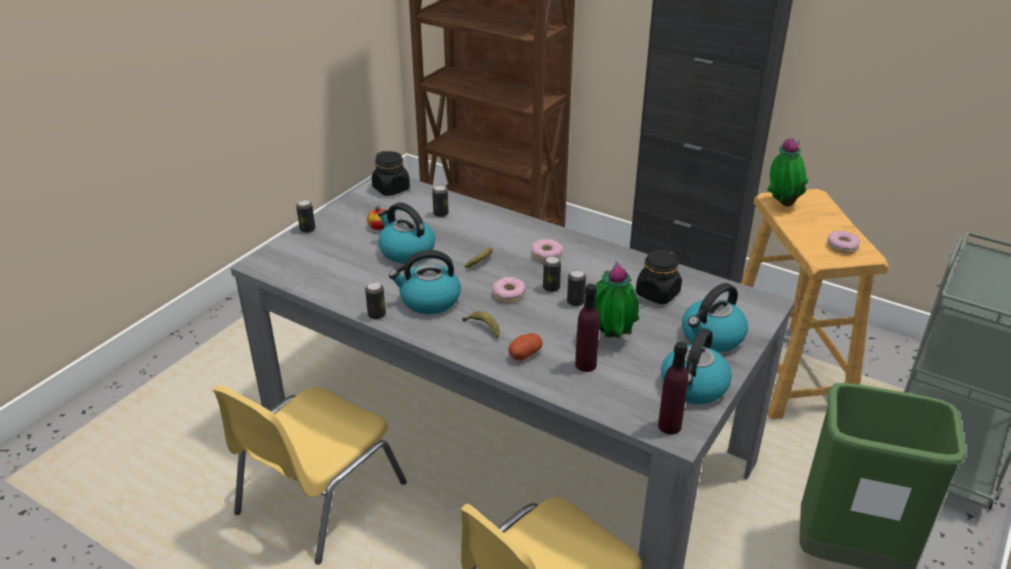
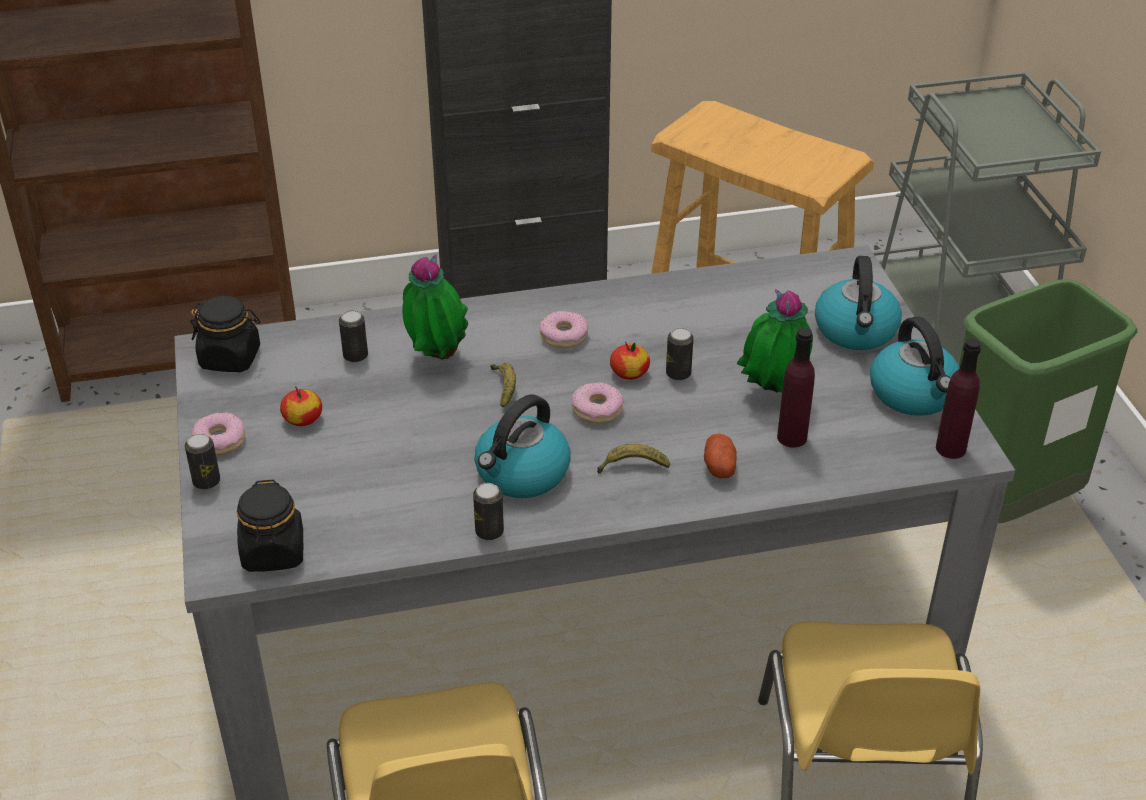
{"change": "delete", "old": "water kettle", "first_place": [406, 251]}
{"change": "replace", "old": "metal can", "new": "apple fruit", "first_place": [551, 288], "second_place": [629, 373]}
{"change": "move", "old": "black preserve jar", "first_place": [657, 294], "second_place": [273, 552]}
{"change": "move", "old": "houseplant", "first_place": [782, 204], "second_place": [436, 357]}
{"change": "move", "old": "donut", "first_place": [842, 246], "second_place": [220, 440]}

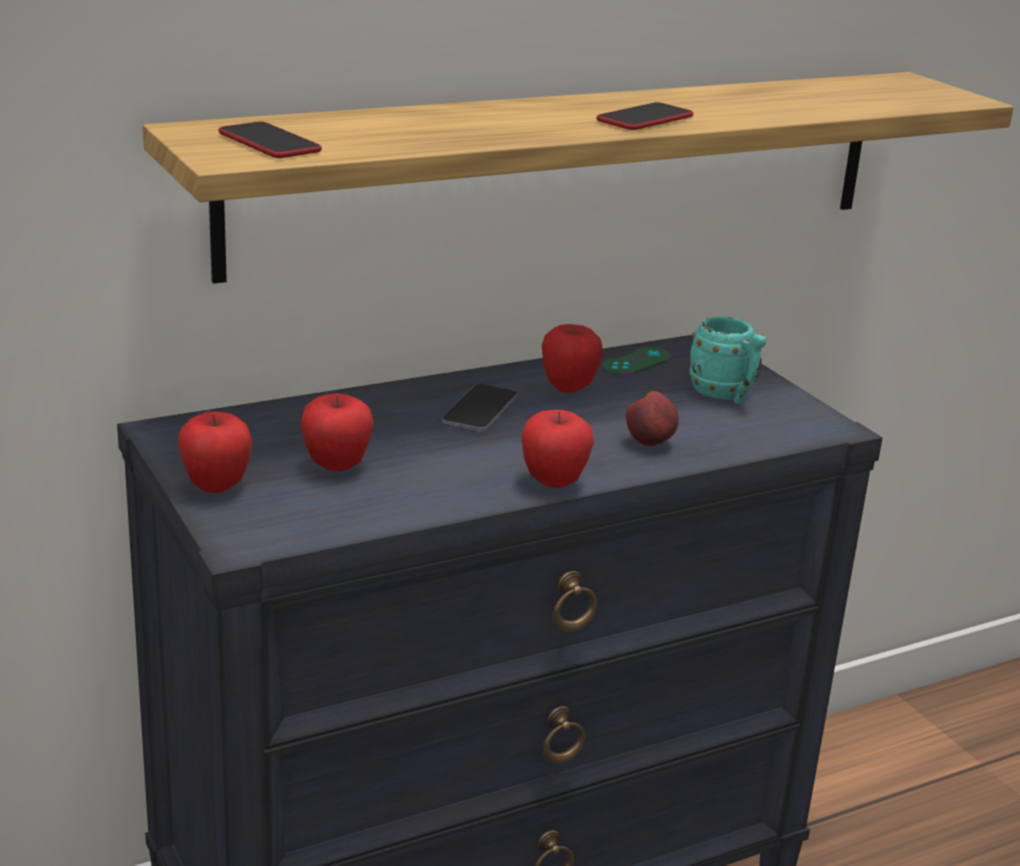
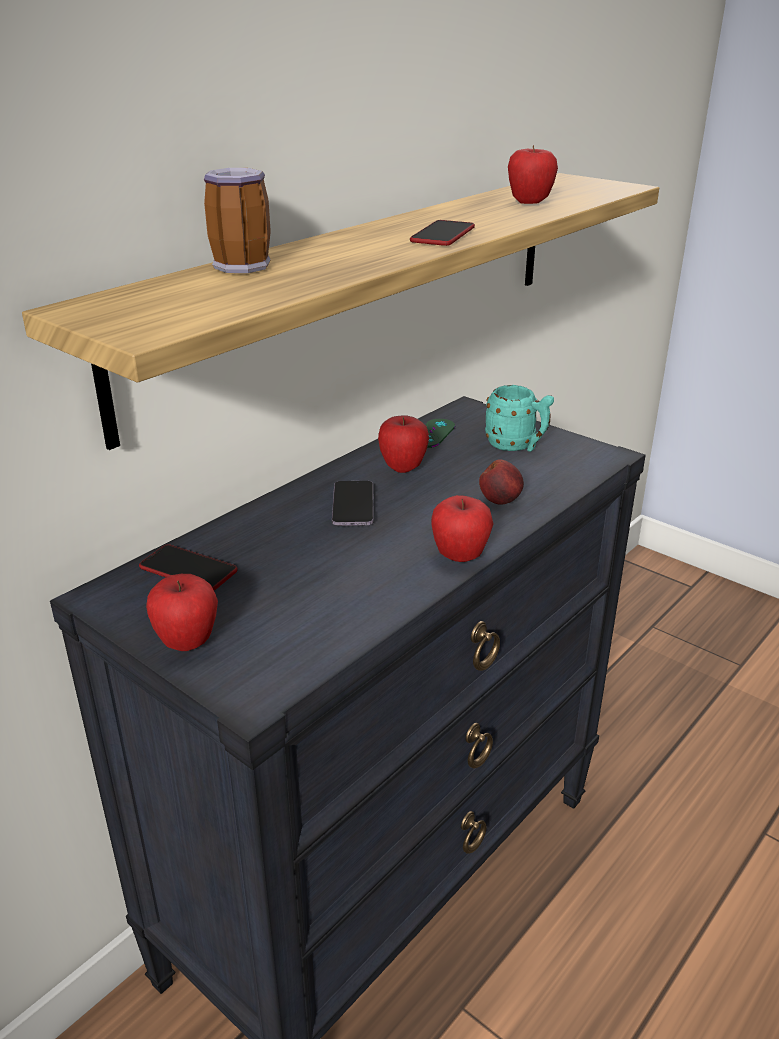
{"change": "move", "old": "telephone", "first_place": [269, 143], "second_place": [188, 569]}
{"change": "move", "old": "apple fruit", "first_place": [337, 466], "second_place": [529, 203]}
{"change": "insert", "new": "mug", "second_place": [238, 265]}

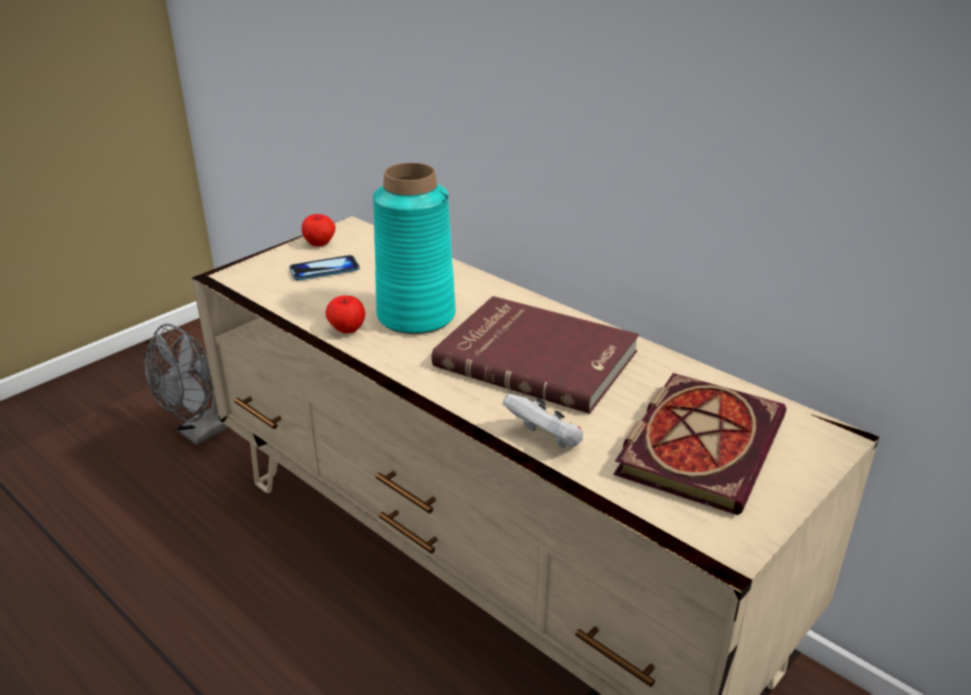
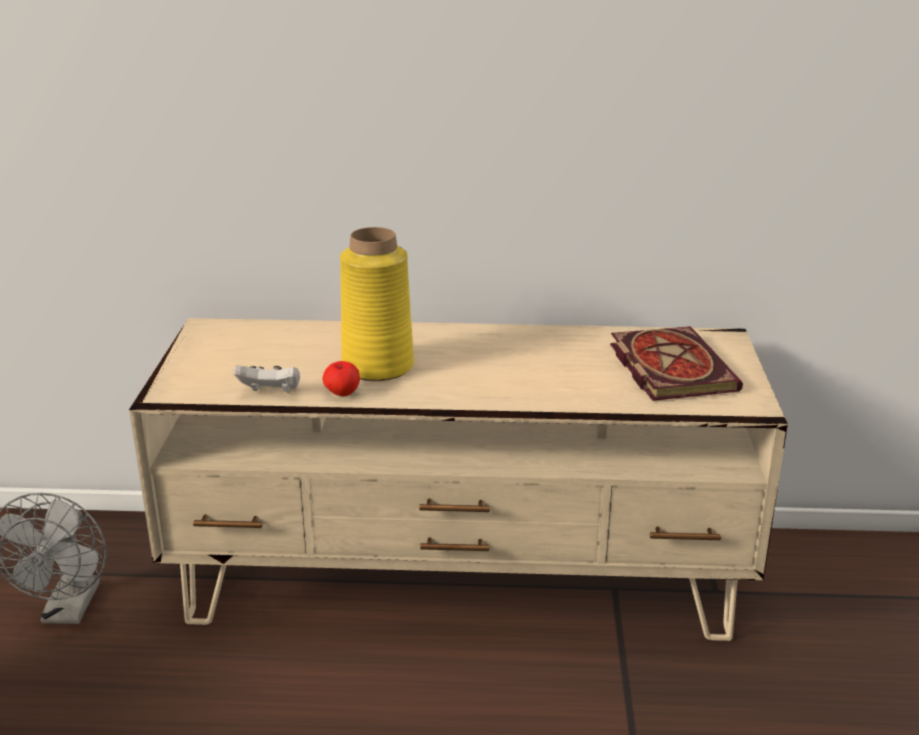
{"change": "delete", "old": "telephone", "first_place": [324, 269]}
{"change": "delete", "old": "apple fruit", "first_place": [319, 243]}
{"change": "recolor", "old": "turquoise-coloured decorative vase", "new": "yellow-coloured decorative vase", "first_place": [415, 316], "second_place": [377, 366]}
{"change": "delete", "old": "reddish volume", "first_place": [538, 357]}
{"change": "move", "old": "white-coloured gamepad", "first_place": [545, 440], "second_place": [270, 392]}

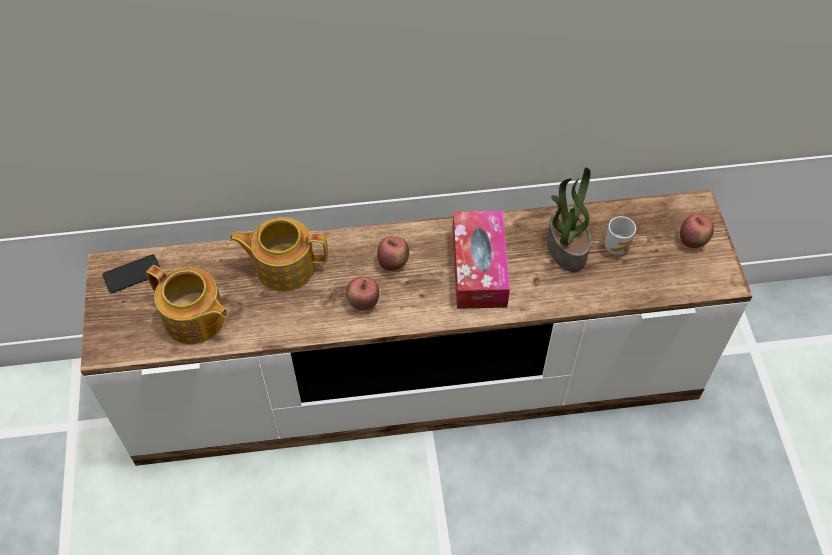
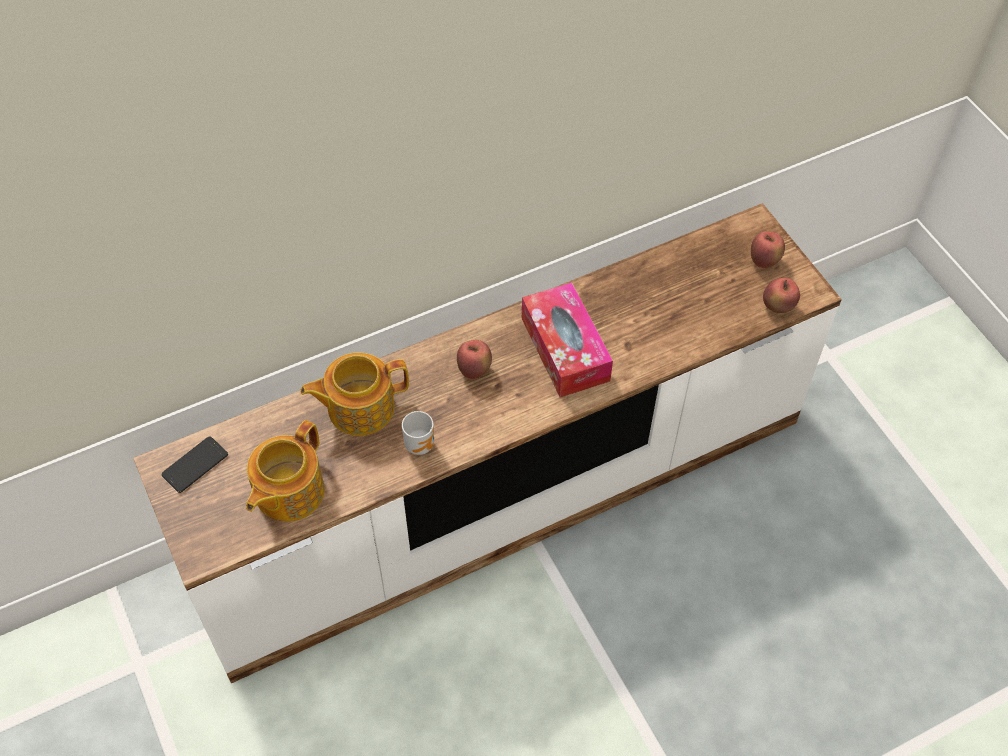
{"change": "rotate", "old": "tea pot", "first_place": [195, 319], "second_place": [287, 492], "degrees": 105}
{"change": "move", "old": "apple fruit", "first_place": [363, 303], "second_place": [778, 307]}
{"change": "delete", "old": "houseplant", "first_place": [565, 248]}
{"change": "move", "old": "mug", "first_place": [618, 247], "second_place": [421, 444]}

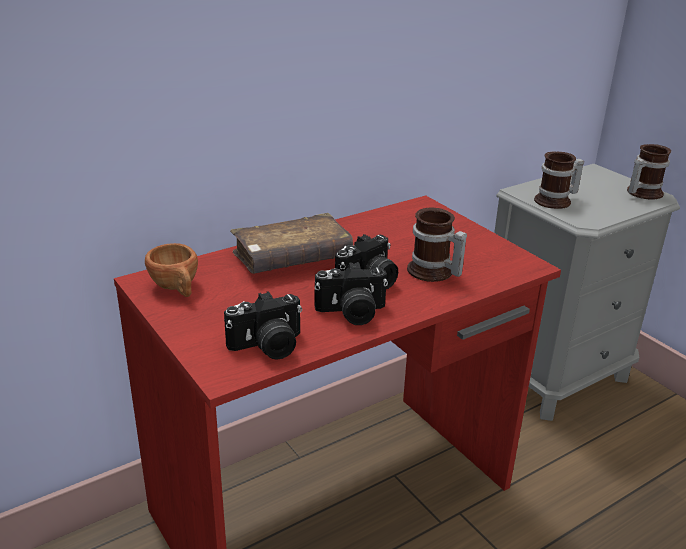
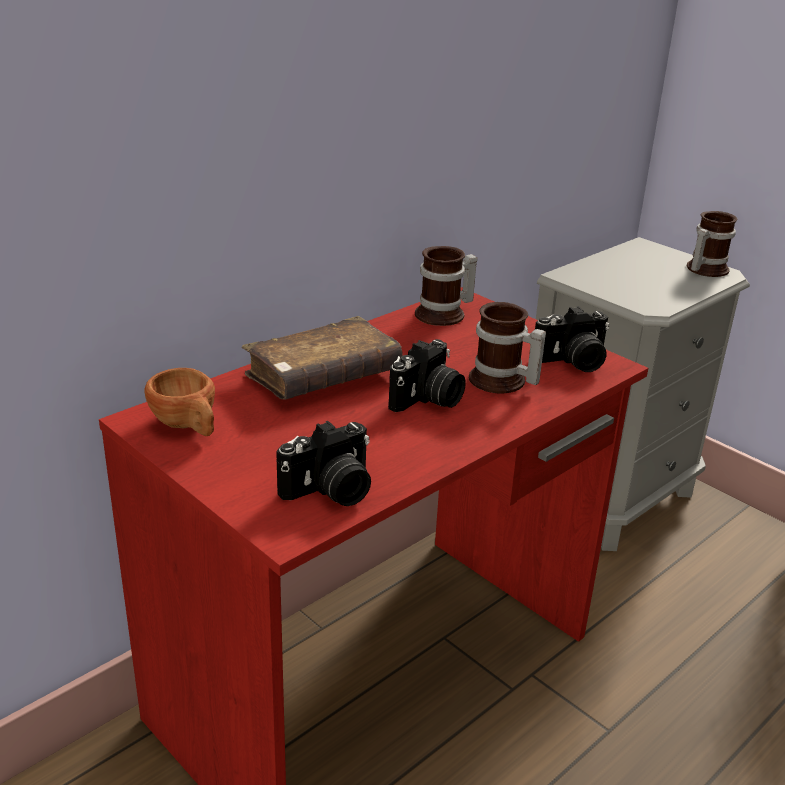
{"change": "move", "old": "still camera", "first_place": [351, 313], "second_place": [573, 362]}
{"change": "move", "old": "mug", "first_place": [556, 201], "second_place": [445, 315]}

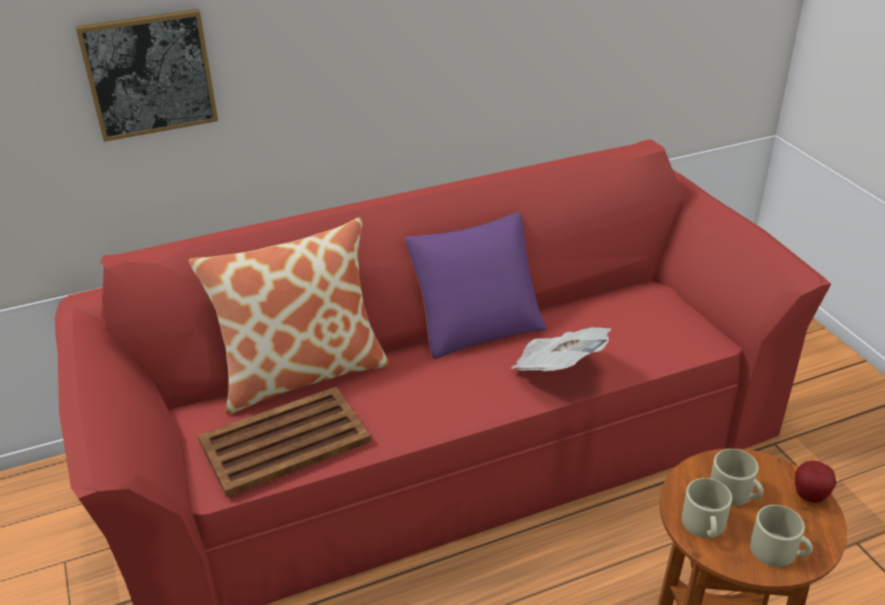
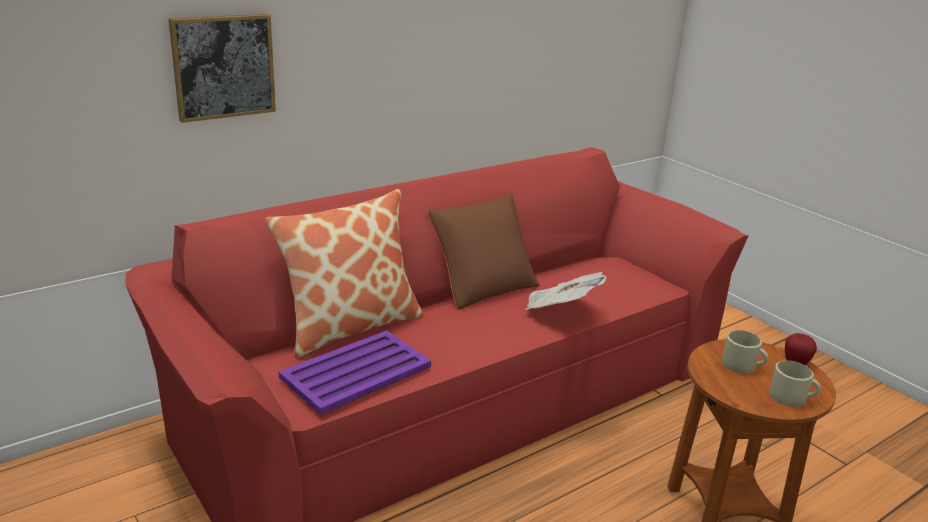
{"change": "recolor", "old": "brownish serving tray", "new": "purplish serving tray", "first_place": [283, 441], "second_place": [354, 372]}
{"change": "recolor", "old": "purplish cushion", "new": "brownish cushion", "first_place": [477, 324], "second_place": [483, 285]}
{"change": "delete", "old": "beige-coloured mug", "first_place": [704, 526]}

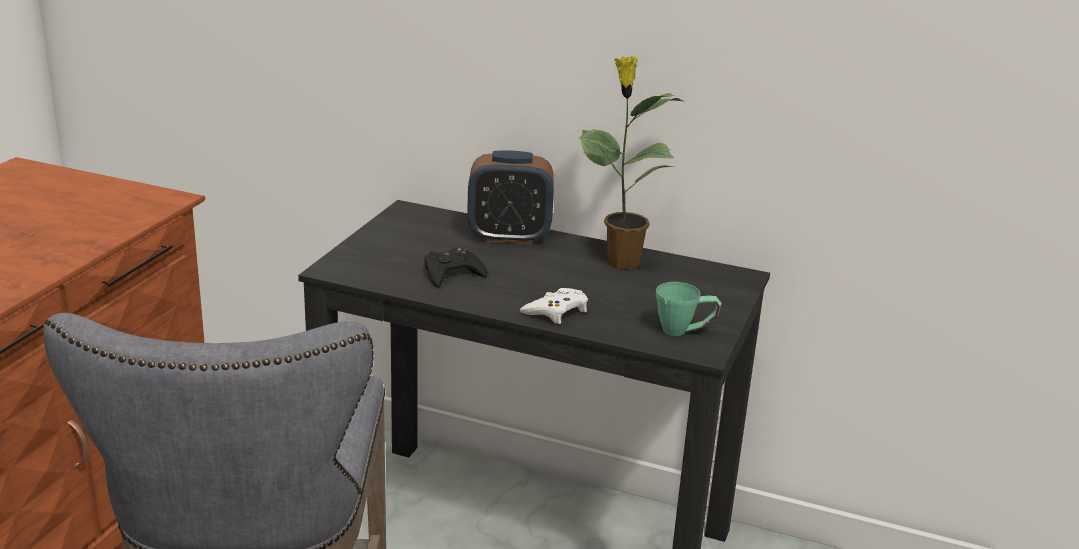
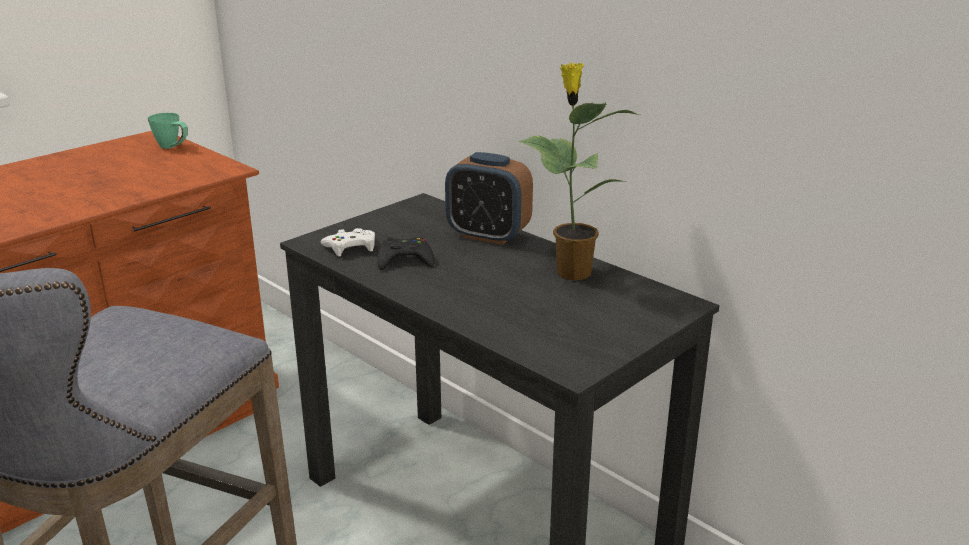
{"change": "move", "old": "white-coloured gamepad", "first_place": [556, 311], "second_place": [351, 247]}
{"change": "move", "old": "greenish mug", "first_place": [684, 332], "second_place": [173, 147]}

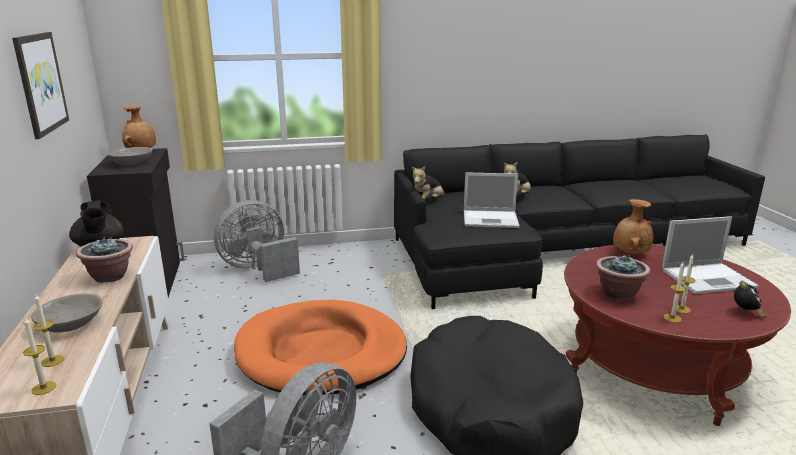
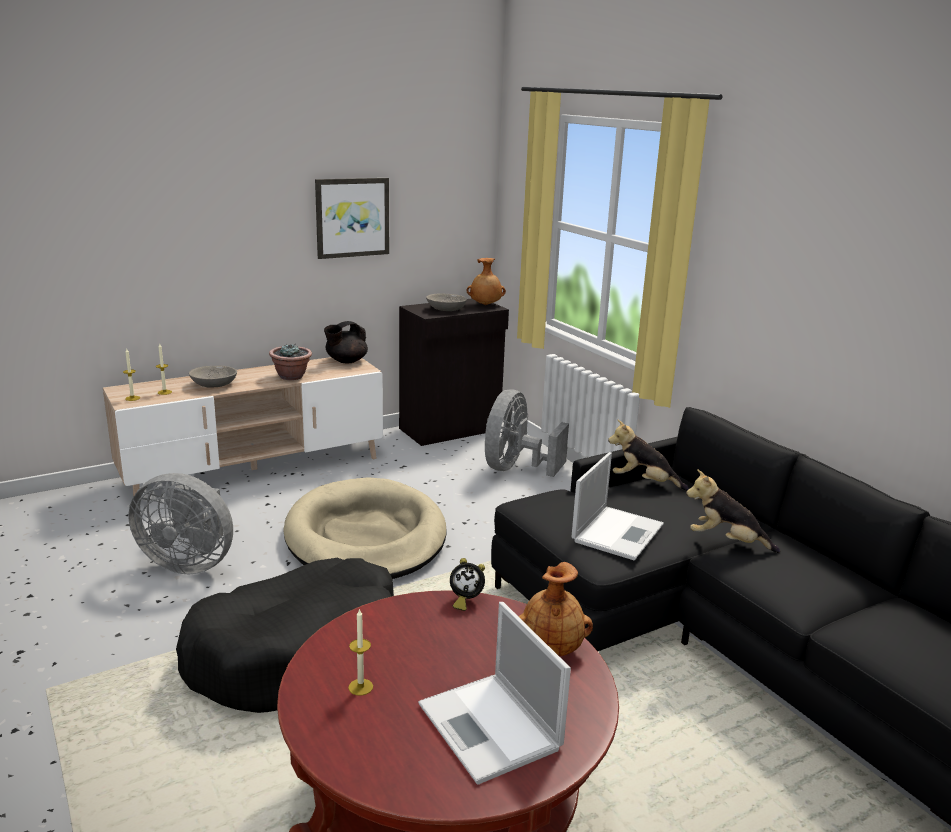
{"change": "rotate", "old": "greyish fan", "first_place": [258, 269], "second_place": [515, 468], "degrees": -105}
{"change": "recolor", "old": "orange dog bed", "new": "beige-coloured dog bed", "first_place": [321, 353], "second_place": [366, 537]}
{"change": "rotate", "old": "notebook computer", "first_place": [491, 219], "second_place": [618, 532], "degrees": -135}
{"change": "delete", "old": "houseplant", "first_place": [618, 294]}
{"change": "delete", "old": "wax light", "first_place": [672, 318]}
{"change": "move", "old": "bedside clock", "first_place": [746, 313], "second_place": [465, 600]}

